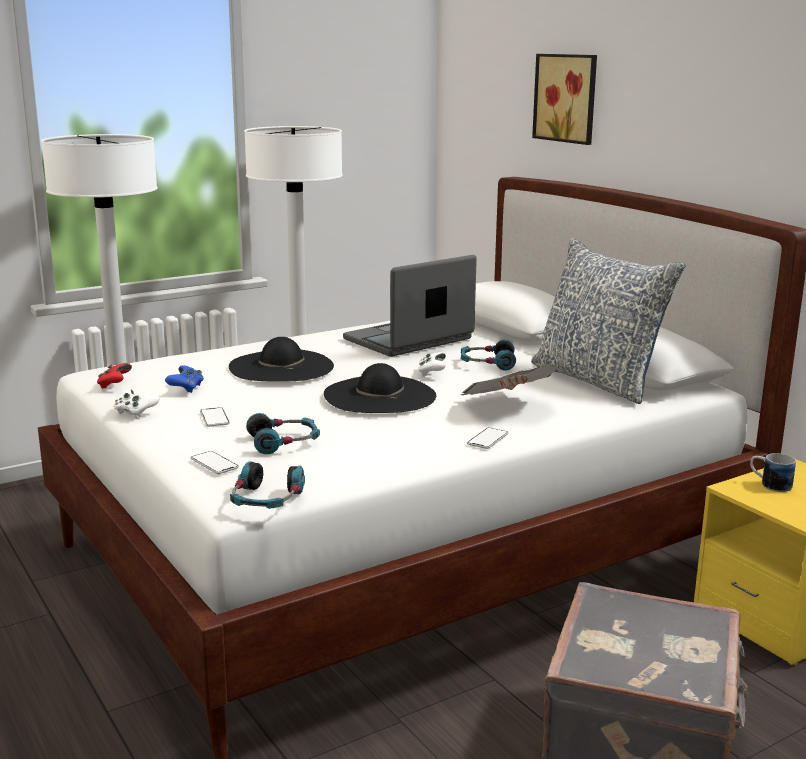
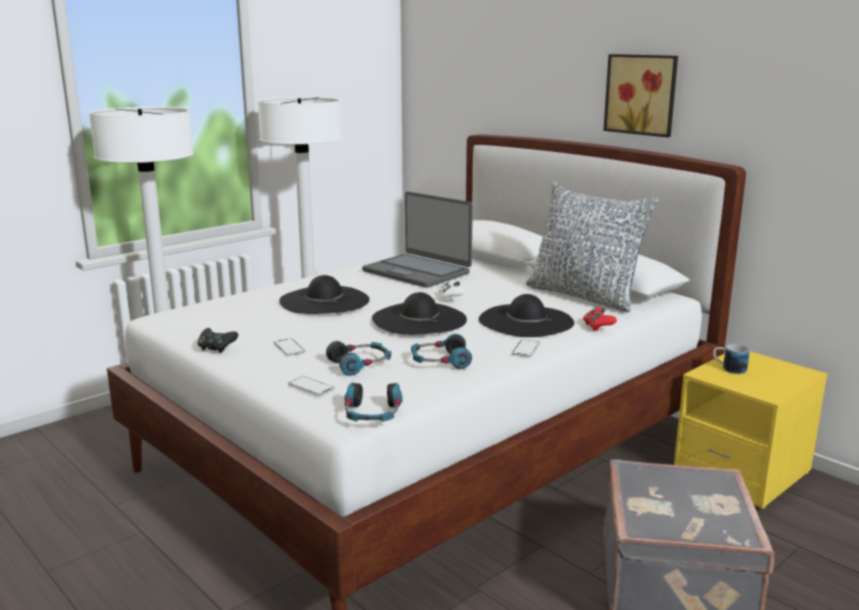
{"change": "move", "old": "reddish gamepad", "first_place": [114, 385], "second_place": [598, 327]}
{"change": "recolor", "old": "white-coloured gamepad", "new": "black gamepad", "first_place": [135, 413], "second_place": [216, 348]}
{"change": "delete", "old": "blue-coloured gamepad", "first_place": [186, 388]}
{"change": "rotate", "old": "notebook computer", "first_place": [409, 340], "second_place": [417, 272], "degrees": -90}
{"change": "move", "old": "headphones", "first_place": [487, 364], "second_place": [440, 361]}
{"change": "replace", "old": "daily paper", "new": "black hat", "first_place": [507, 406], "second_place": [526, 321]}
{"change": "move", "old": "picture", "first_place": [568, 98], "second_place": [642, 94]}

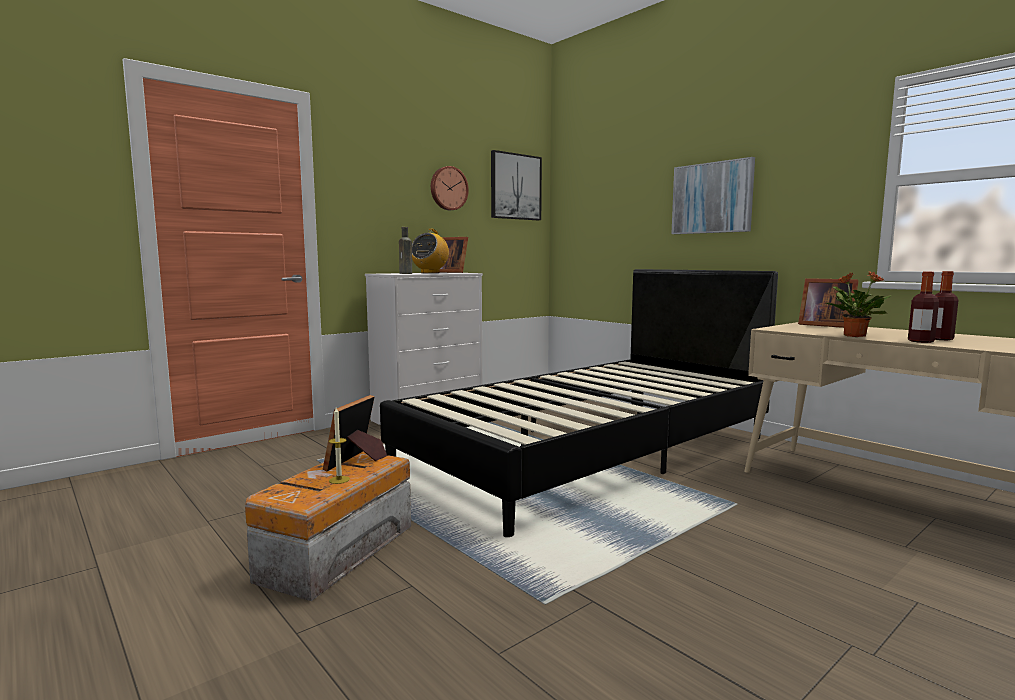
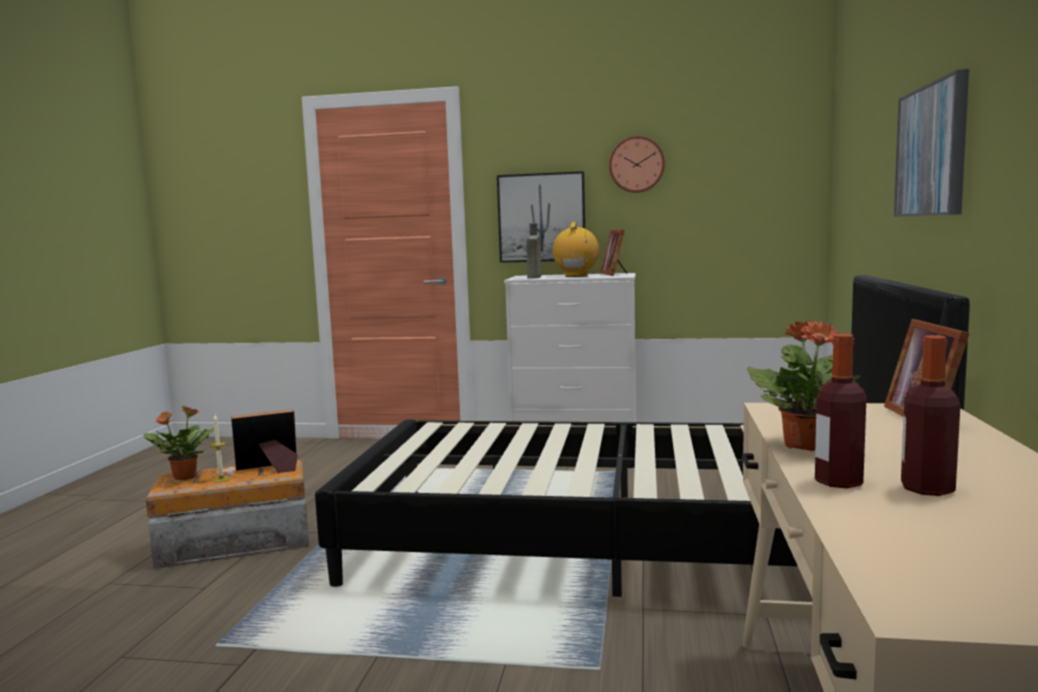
{"change": "rotate", "old": "radio", "first_place": [430, 273], "second_place": [576, 276], "degrees": 120}
{"change": "move", "old": "picture", "first_place": [515, 187], "second_place": [541, 217]}
{"change": "insert", "new": "houseplant", "second_place": [184, 477]}

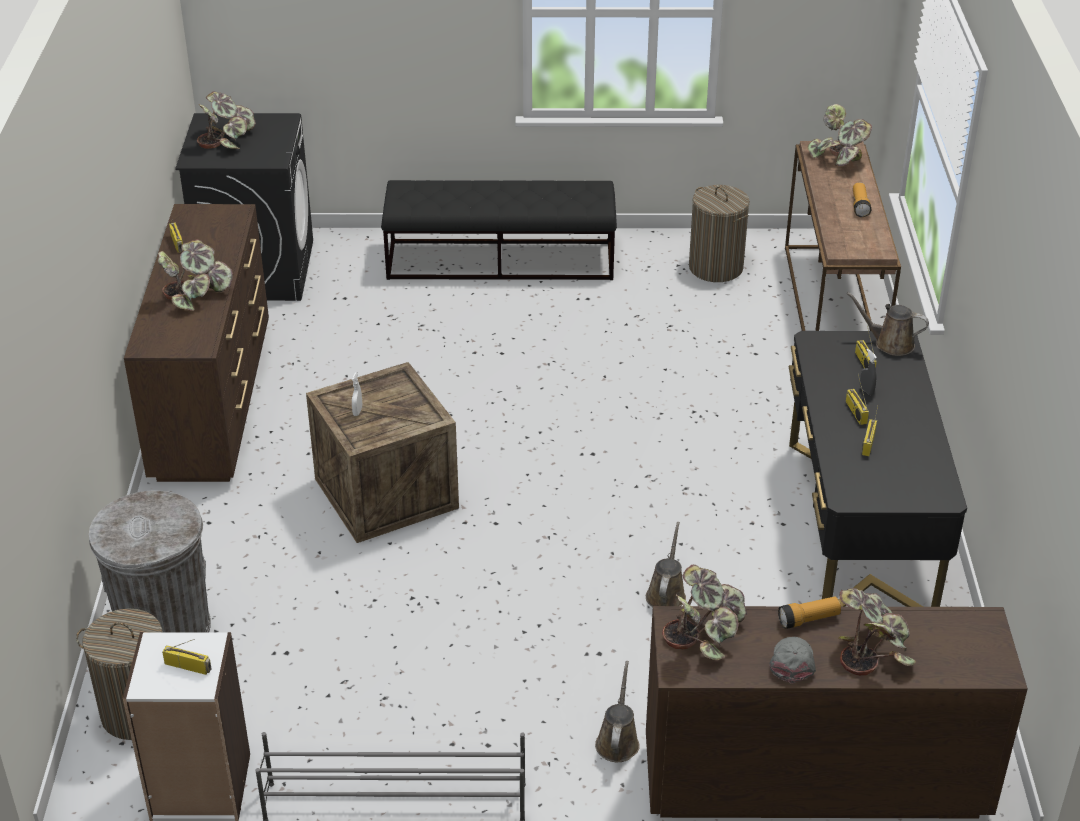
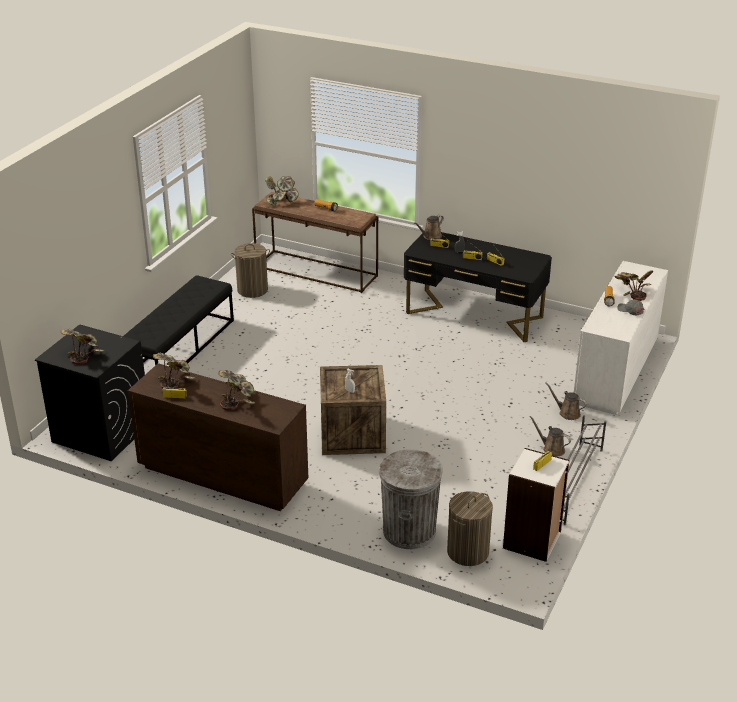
{"change": "move", "old": "brownish watering can", "first_place": [666, 594], "second_place": [551, 449]}
{"change": "recolor", "old": "brownish drawer chest", "new": "white-coloured drawer chest", "first_place": [812, 781], "second_place": [615, 373]}
{"change": "move", "old": "houseplant", "first_place": [704, 633], "second_place": [174, 379]}

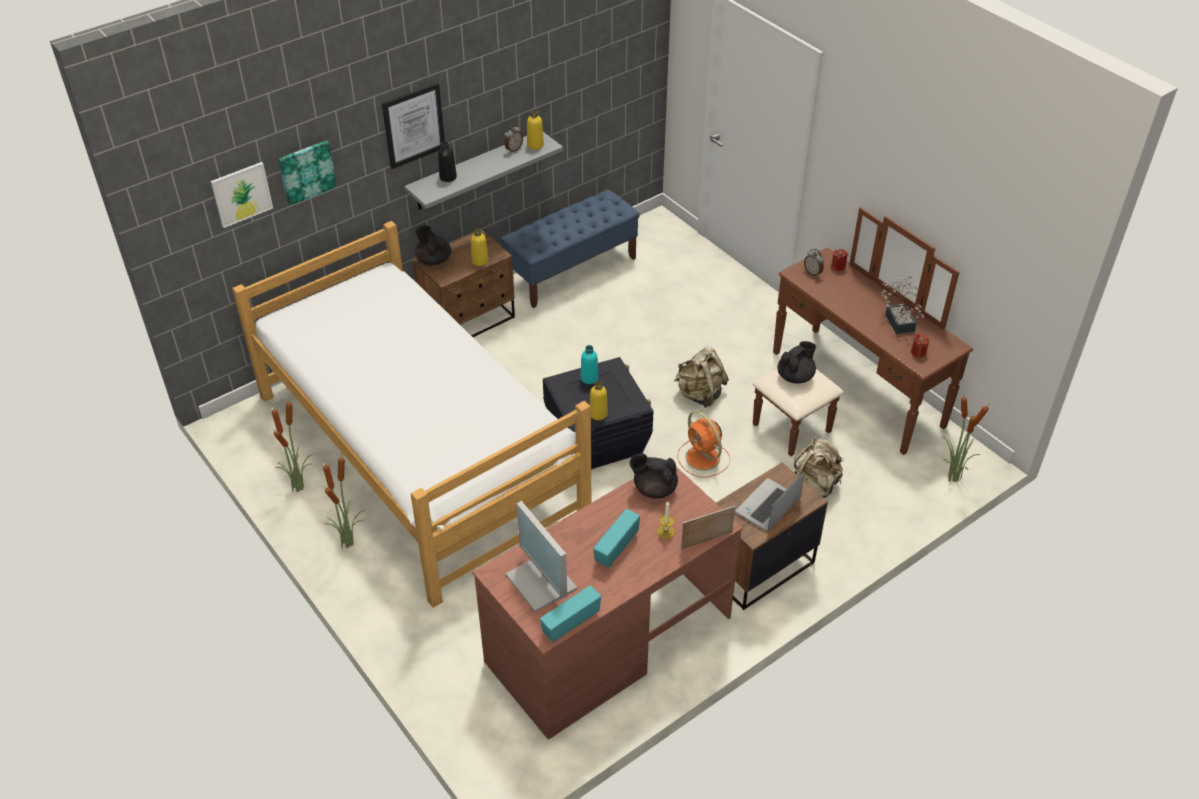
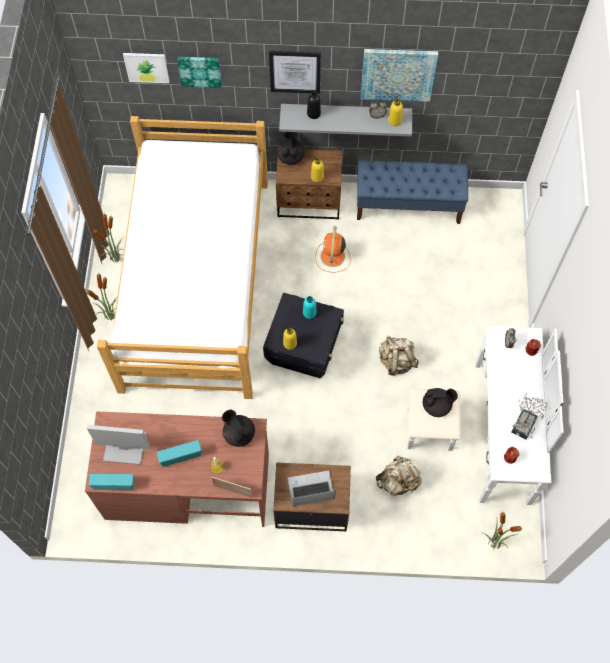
{"change": "rotate", "old": "computer screen", "first_place": [542, 582], "second_place": [124, 447], "degrees": 90}
{"change": "move", "old": "orange fan", "first_place": [703, 459], "second_place": [332, 257]}
{"change": "recolor", "old": "brownish drawer chest", "new": "white-coloured drawer chest", "first_place": [843, 398], "second_place": [485, 432]}
{"change": "insert", "new": "picture", "second_place": [398, 74]}

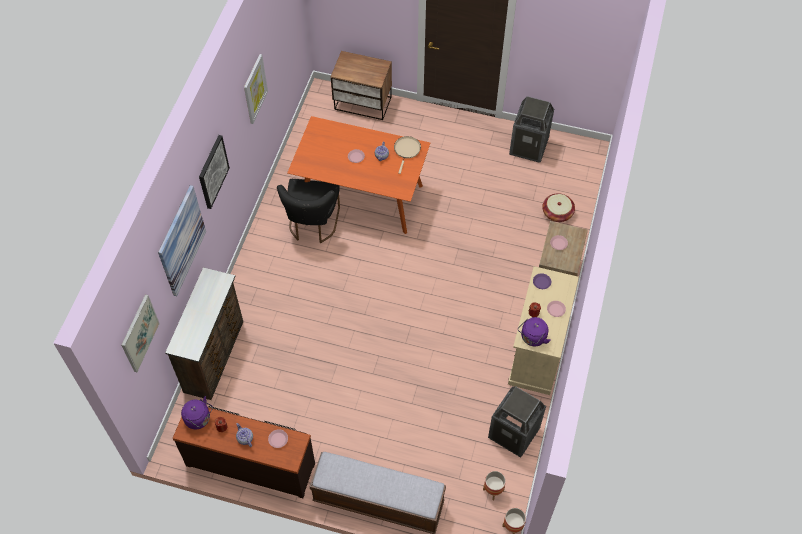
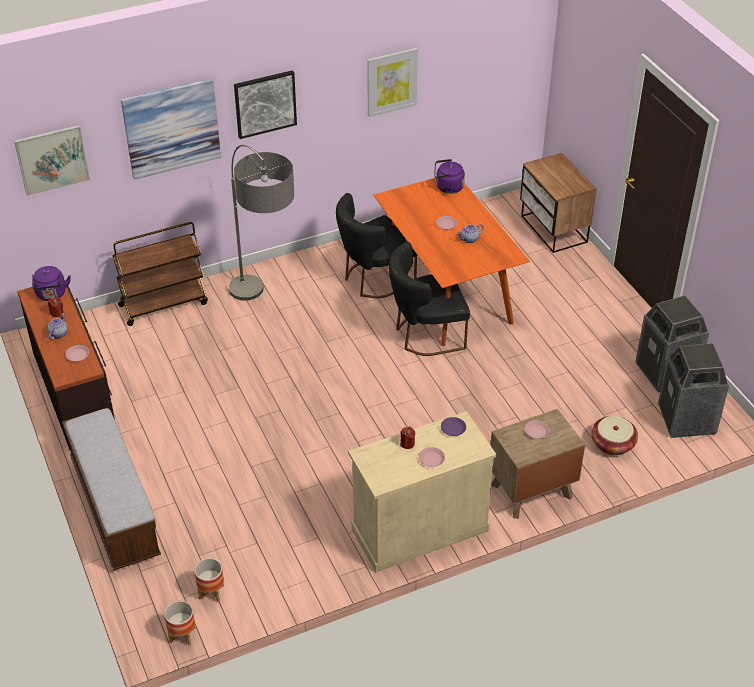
{"change": "replace", "old": "brownish drawer chest", "new": "brownish trolley", "first_place": [215, 356], "second_place": [164, 304]}
{"change": "delete", "old": "beige-coloured pan", "first_place": [407, 150]}
{"change": "move", "old": "trash can", "first_place": [514, 433], "second_place": [687, 420]}
{"change": "move", "old": "purplish water kettle", "first_place": [532, 338], "second_place": [447, 187]}
{"change": "insert", "new": "standard lamp", "second_place": [265, 313]}
{"change": "insert", "new": "black plain chair", "second_place": [425, 335]}

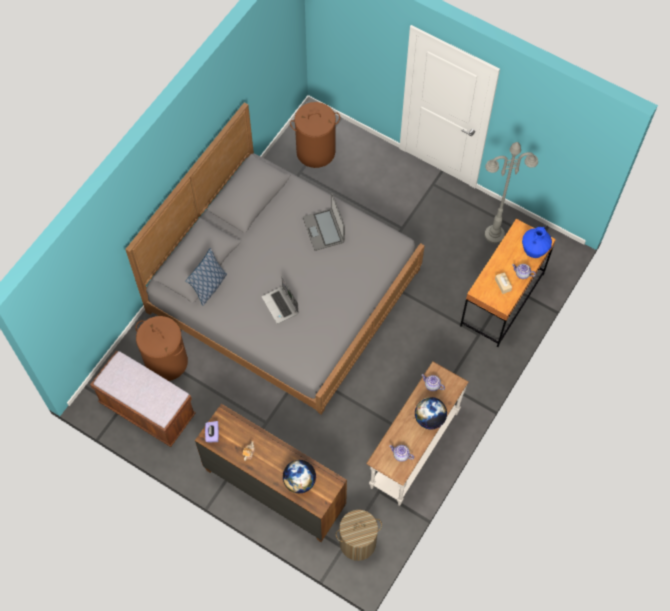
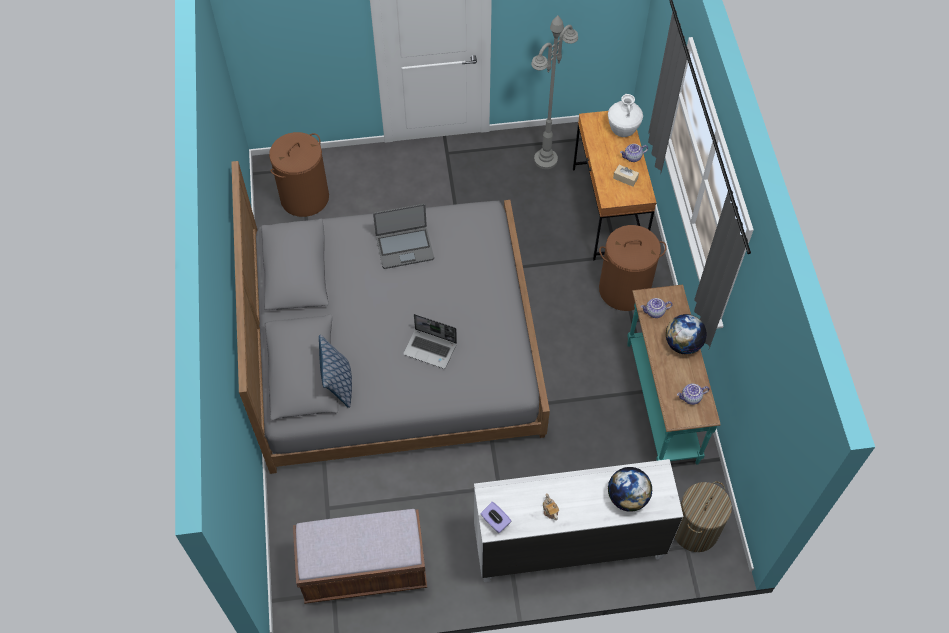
{"change": "move", "old": "brownish washing basket", "first_place": [166, 362], "second_place": [624, 289]}
{"change": "recolor", "old": "brownish drawer chest", "new": "white-coloured drawer chest", "first_place": [274, 488], "second_place": [567, 544]}
{"change": "rotate", "old": "notebook computer", "first_place": [324, 230], "second_place": [404, 248], "degrees": -45}
{"change": "recolor", "old": "white-coloured console table", "new": "turquoise-coloured console table", "first_place": [413, 449], "second_place": [660, 402]}
{"change": "recolor", "old": "blue-coloured decorative vase", "new": "white-coloured decorative vase", "first_place": [534, 251], "second_place": [622, 130]}

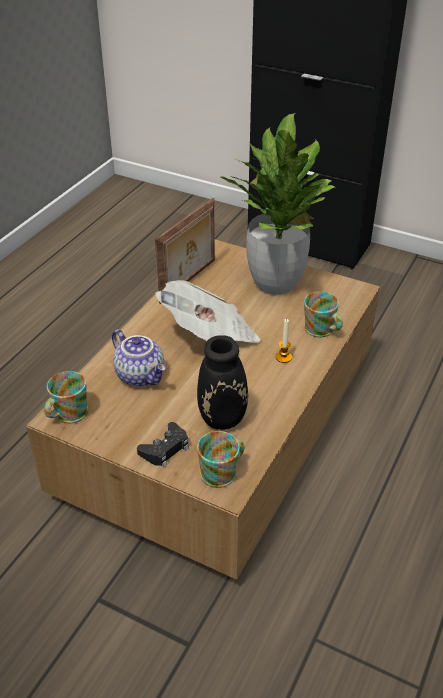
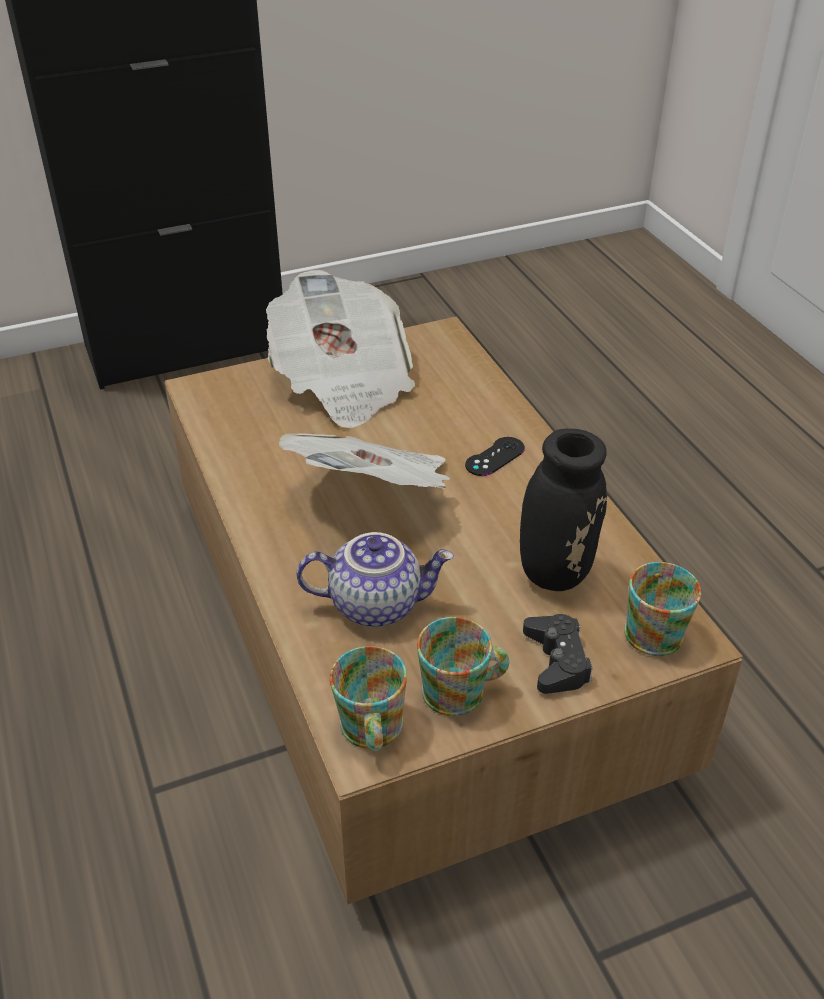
{"change": "delete", "old": "photo frame", "first_place": [189, 281]}
{"change": "replace", "old": "houseplant", "new": "daily paper", "first_place": [275, 283], "second_place": [342, 382]}
{"change": "replace", "old": "wax light", "new": "black gamepad", "first_place": [283, 357], "second_place": [495, 457]}
{"change": "move", "old": "mug", "first_place": [322, 330], "second_place": [462, 692]}

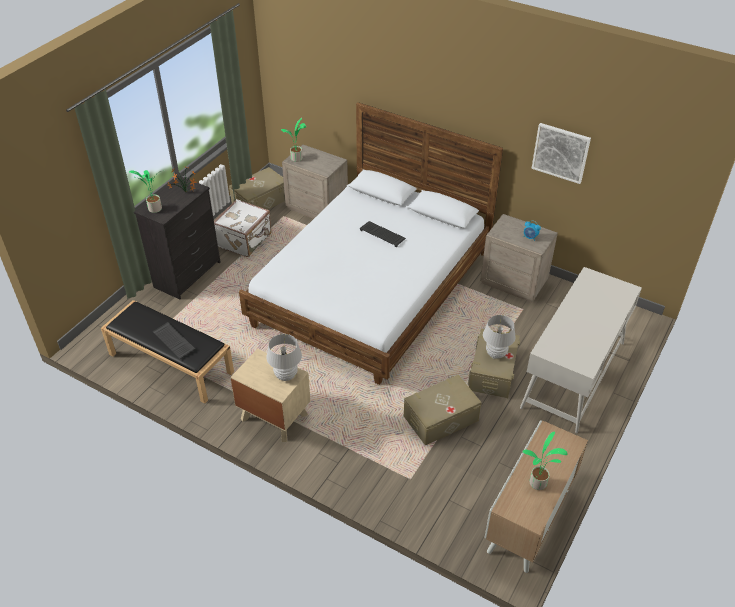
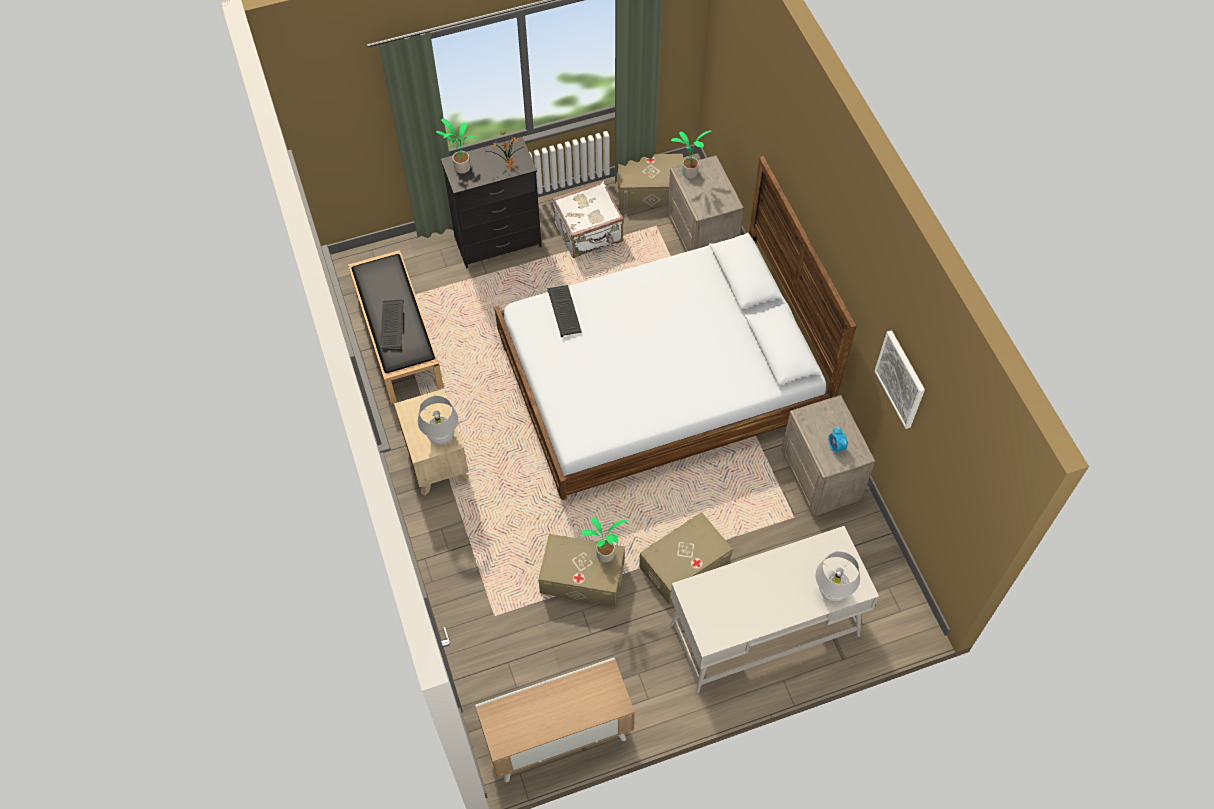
{"change": "move", "old": "keyboard", "first_place": [383, 234], "second_place": [565, 312]}
{"change": "move", "old": "white-coloured tabletop lamp", "first_place": [496, 353], "second_place": [832, 591]}
{"change": "move", "old": "houseplant", "first_place": [538, 484], "second_place": [604, 556]}

